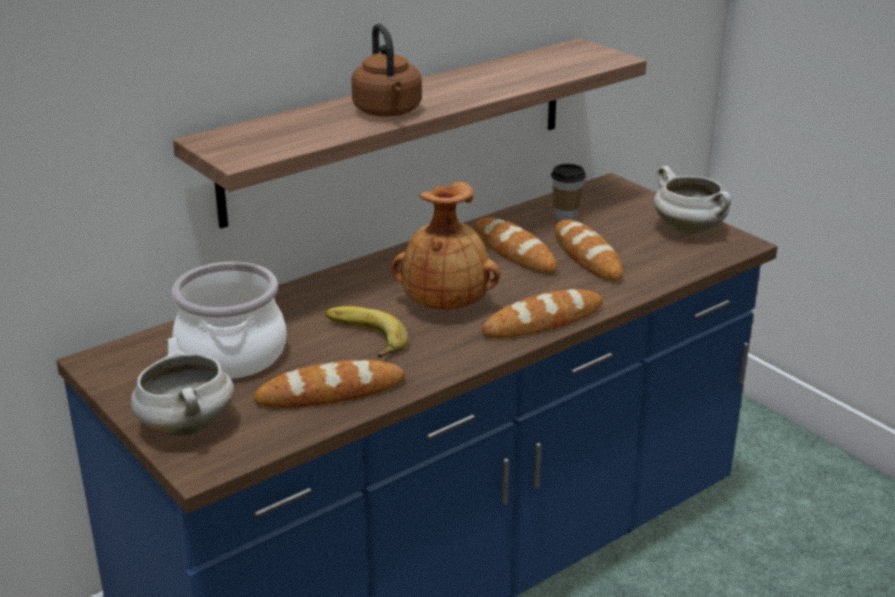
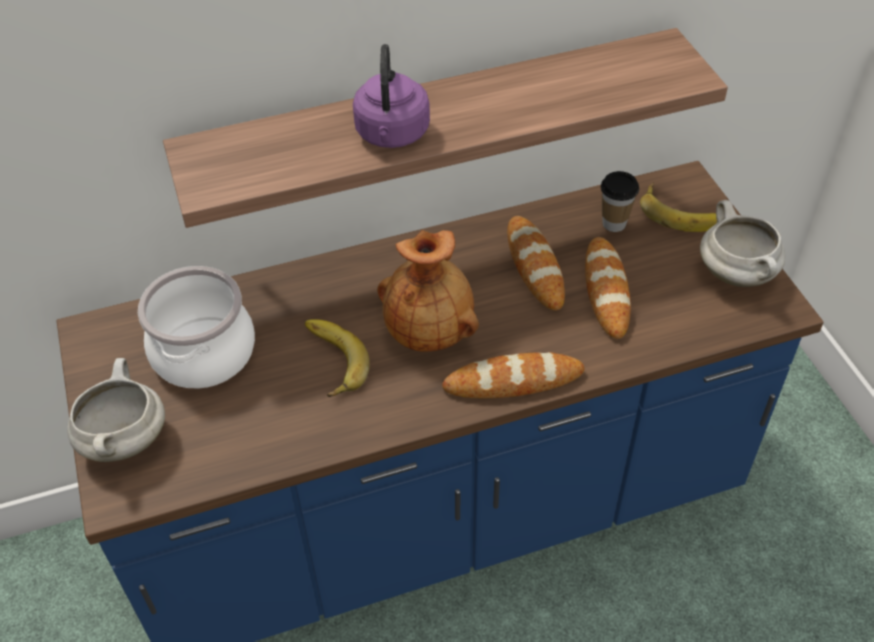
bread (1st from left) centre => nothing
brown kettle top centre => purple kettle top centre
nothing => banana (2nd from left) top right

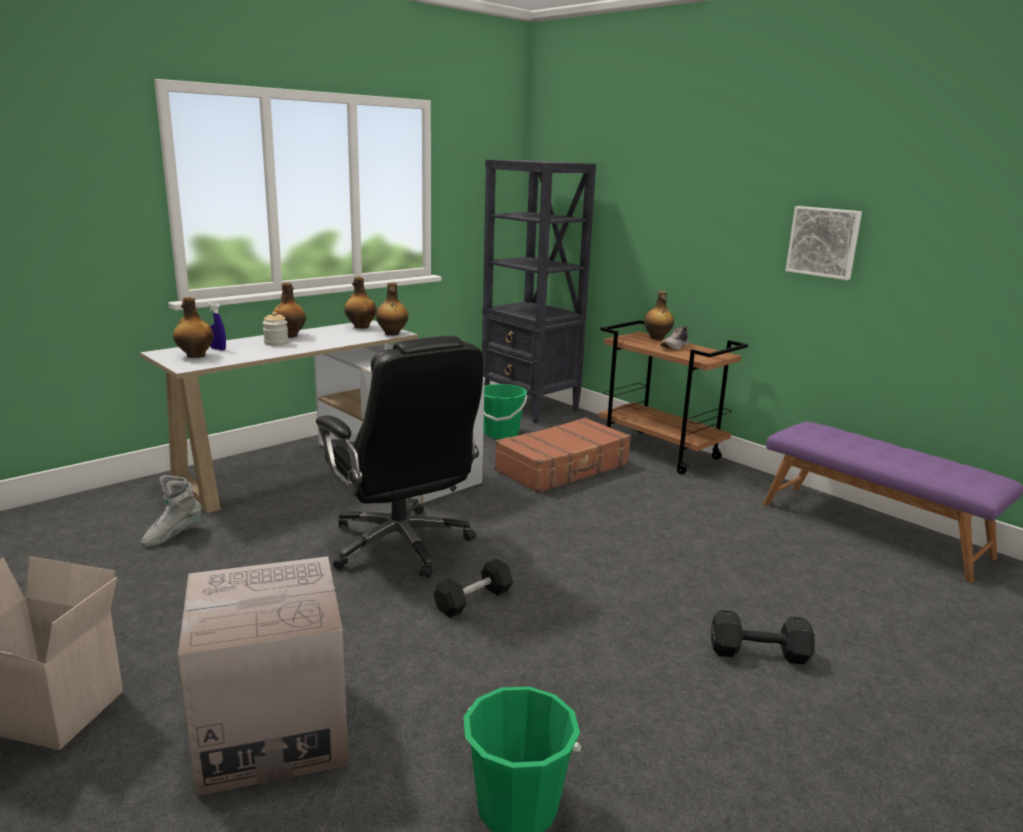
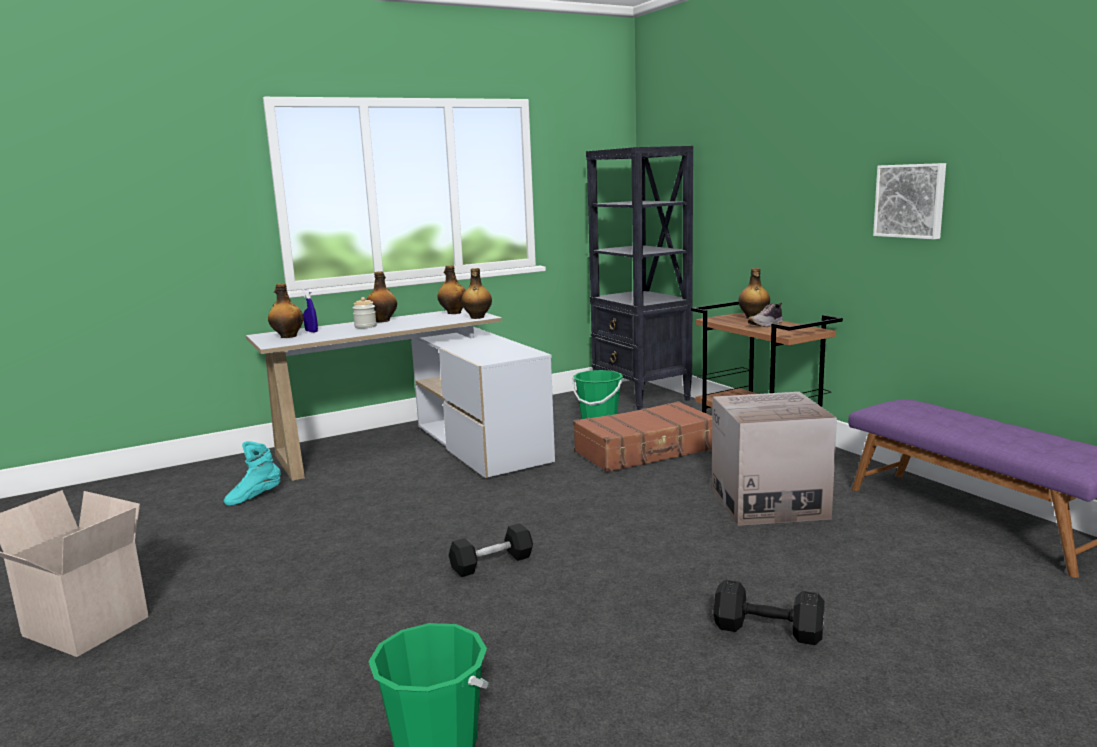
grey boot middle left => turquoise boot middle left
cardboard box (2nd from left) bottom left => cardboard box (2nd from left) middle right, moved
black office chair centre => nothing

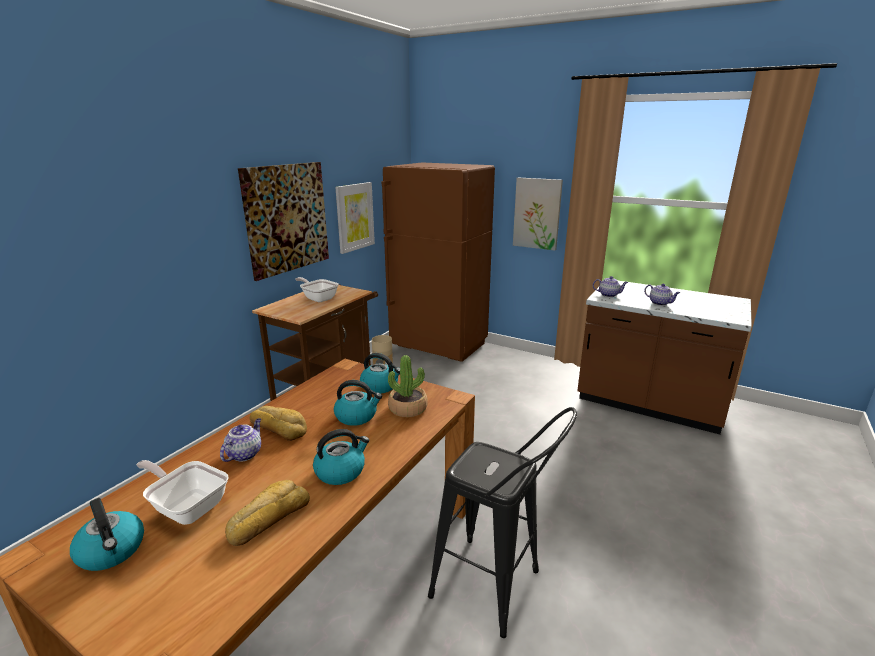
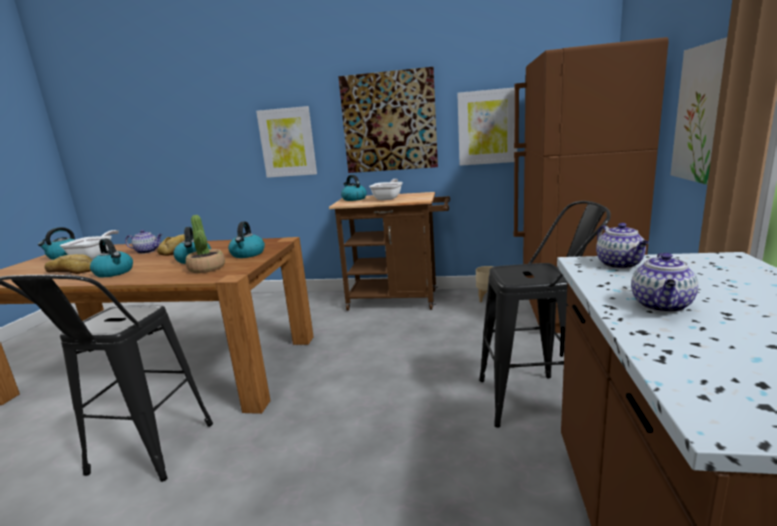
nothing => picture (1st from left) top centre
nothing => kettle (5th from left) centre
nothing => black stool (2nd from left) middle right

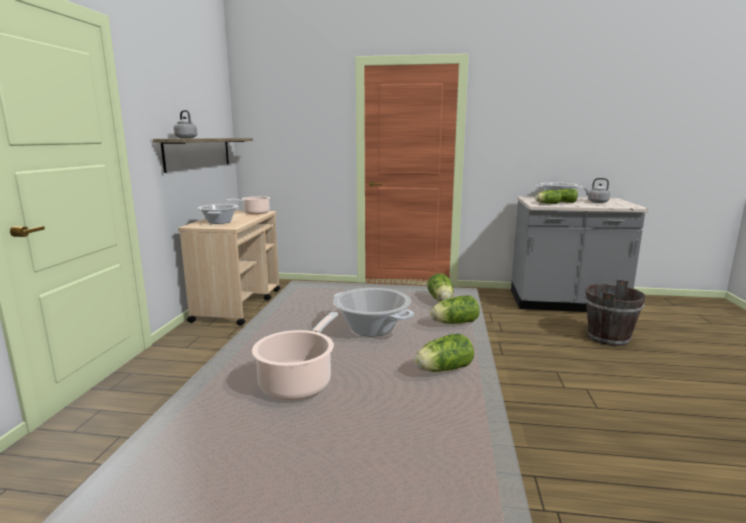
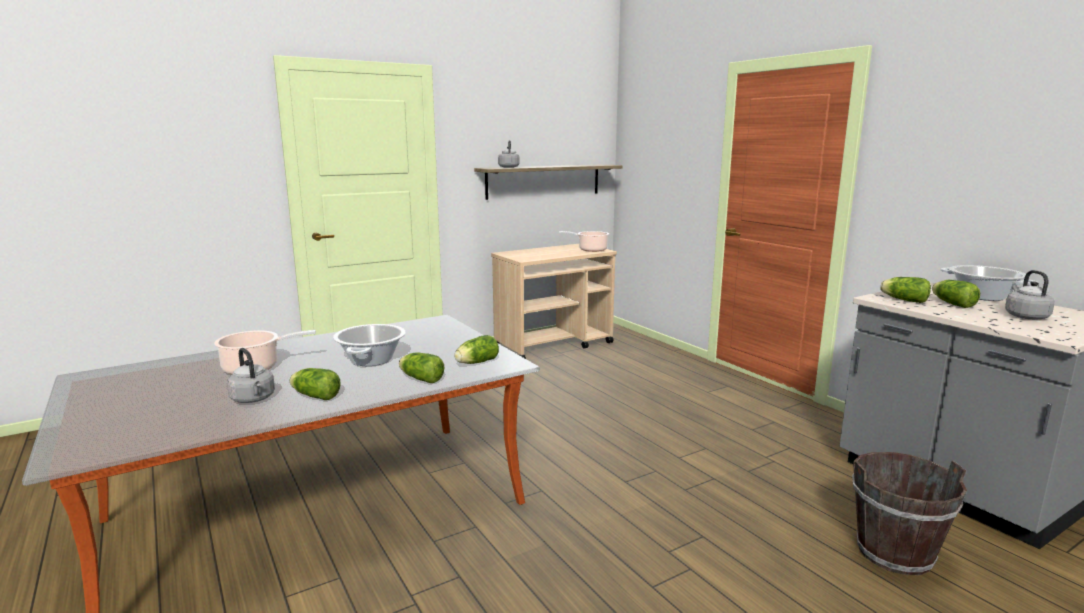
cooking pot (1st from left) middle left => nothing
nothing => grey kettle (1st from left) middle left

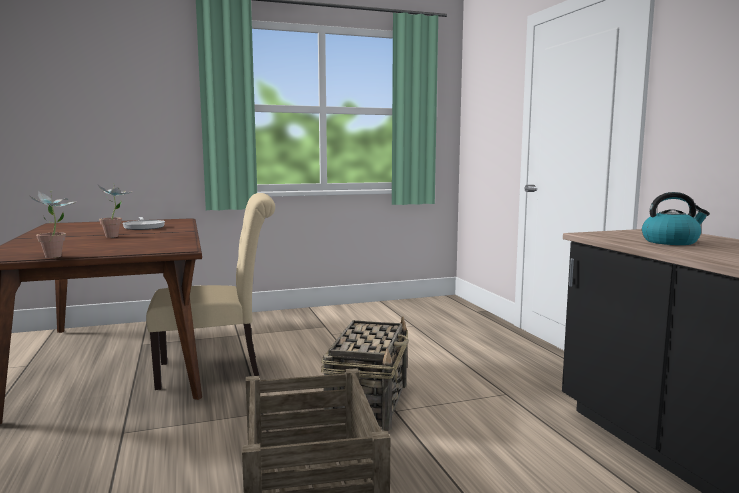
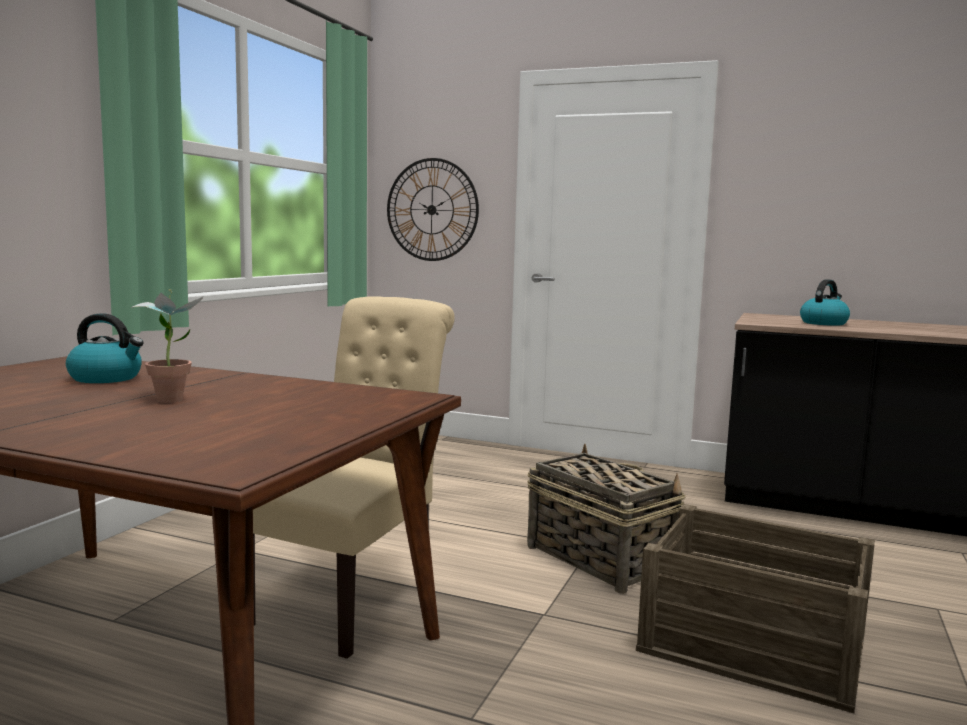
potted plant (1st from left) middle left => nothing
frying pan middle left => kettle (1st from left) middle left
nothing => wall clock top centre

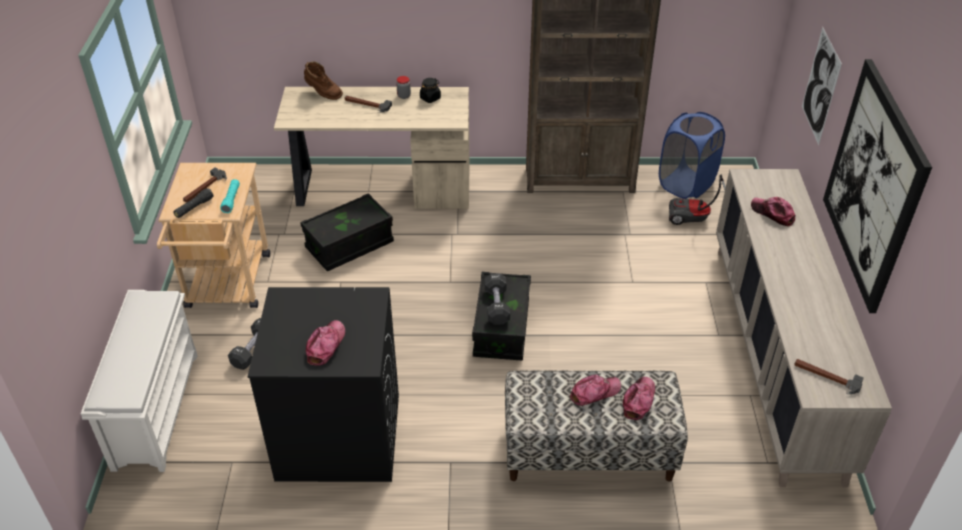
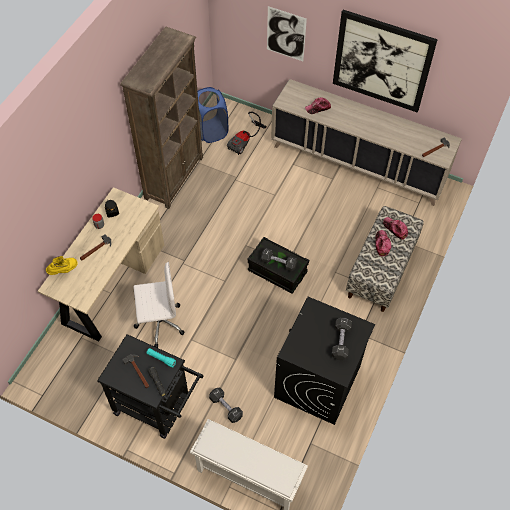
beige cart middle left => black cart bottom left
black storage box (1st from left) centre => white office chair middle left
brown boot top centre => yellow boot middle left
cap (1st from left) centre => black dumbbell (3rd from left) middle right

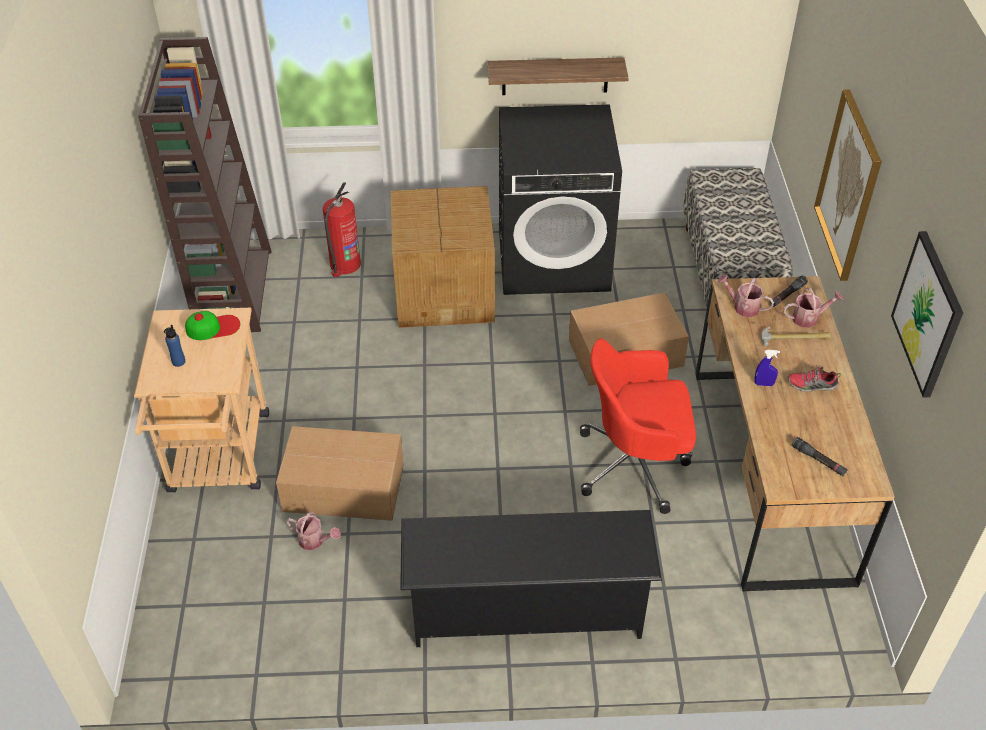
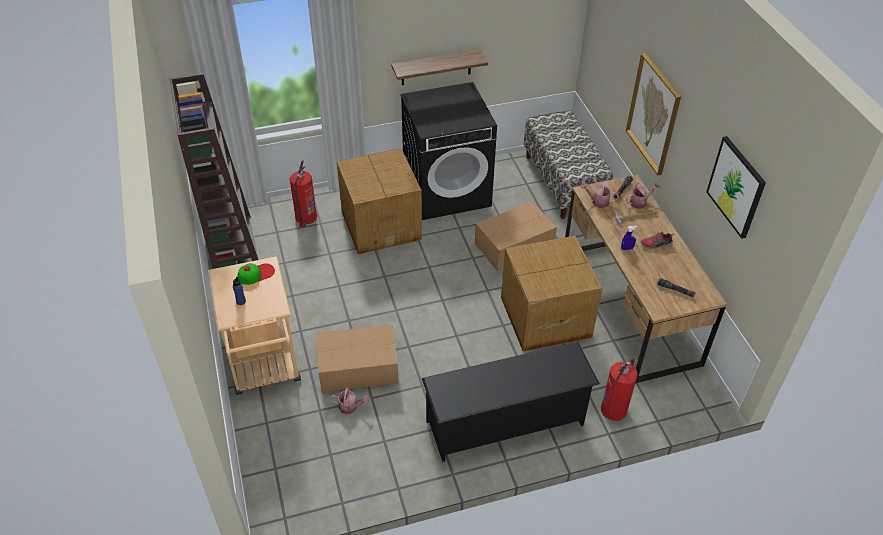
red office chair centre => cardboard box (4th from left) centre
nothing => fire extinguisher (2nd from left) bottom right

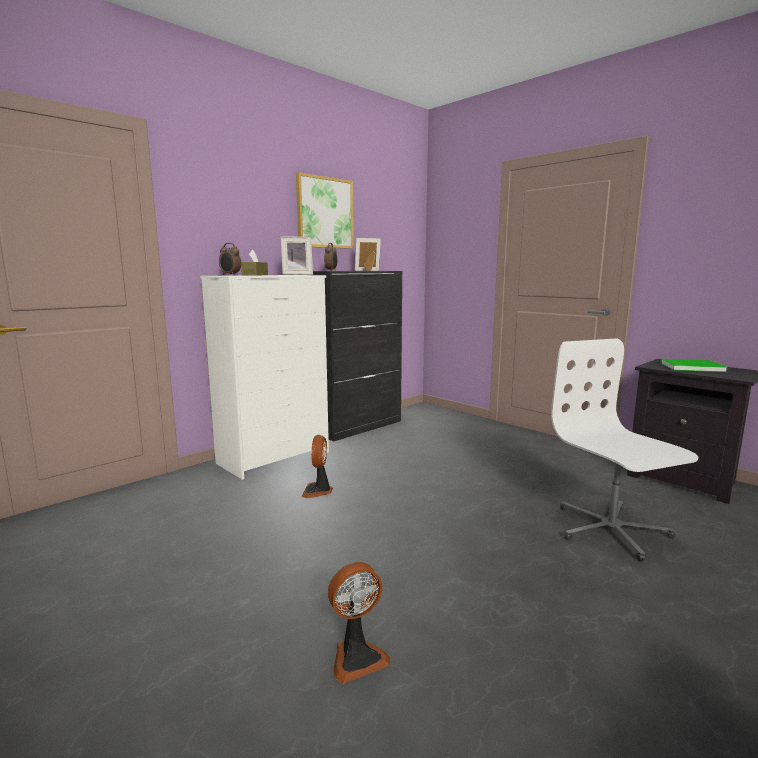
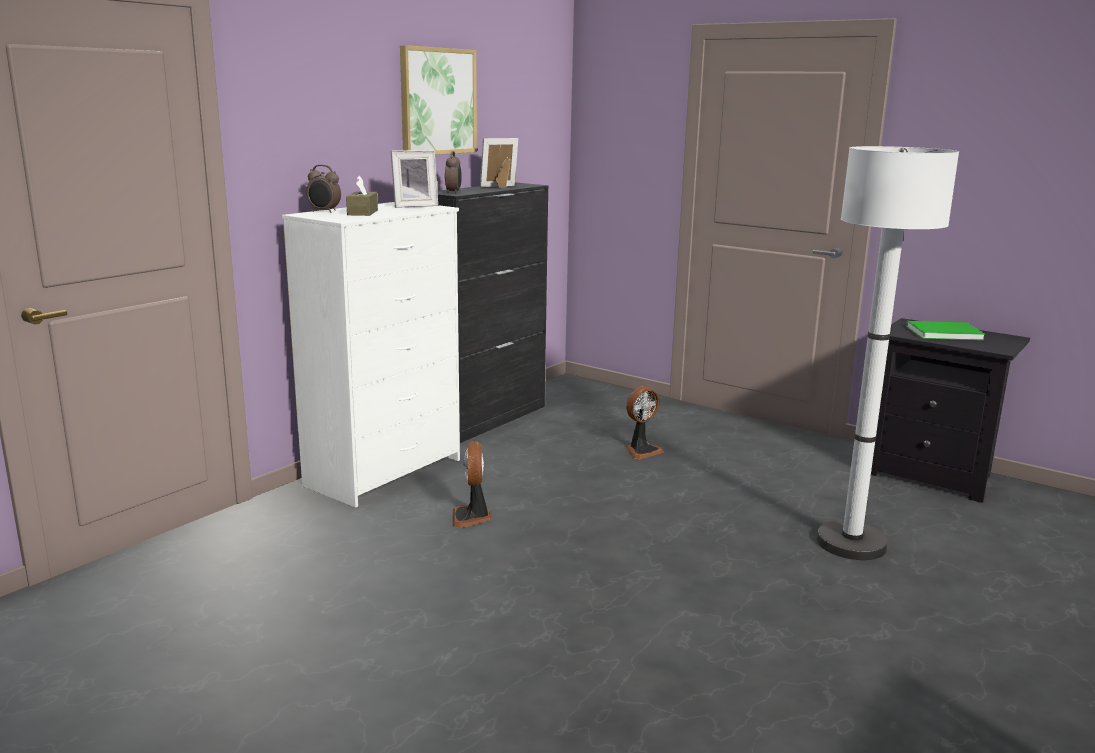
fan (2nd from left) bottom centre => fan (2nd from left) centre, moved
white office chair middle right => white floor lamp middle right

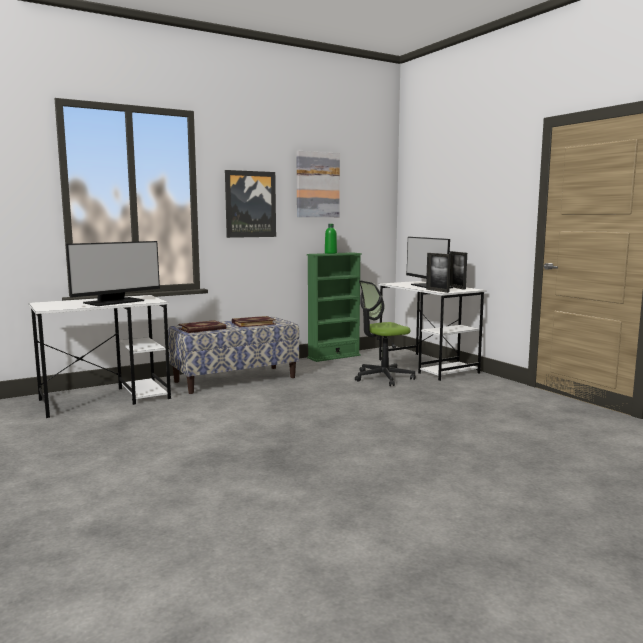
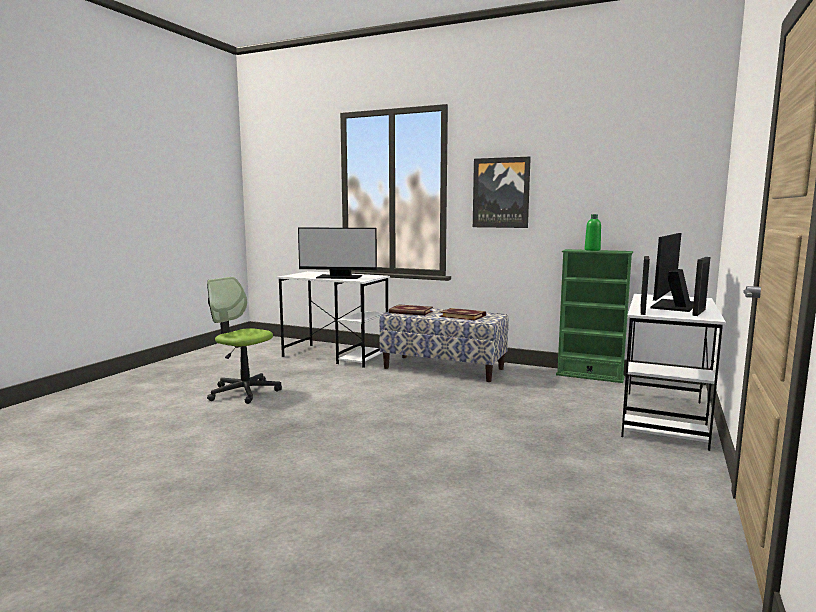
picture (2nd from left) top centre => nothing
office chair centre => office chair middle left, moved

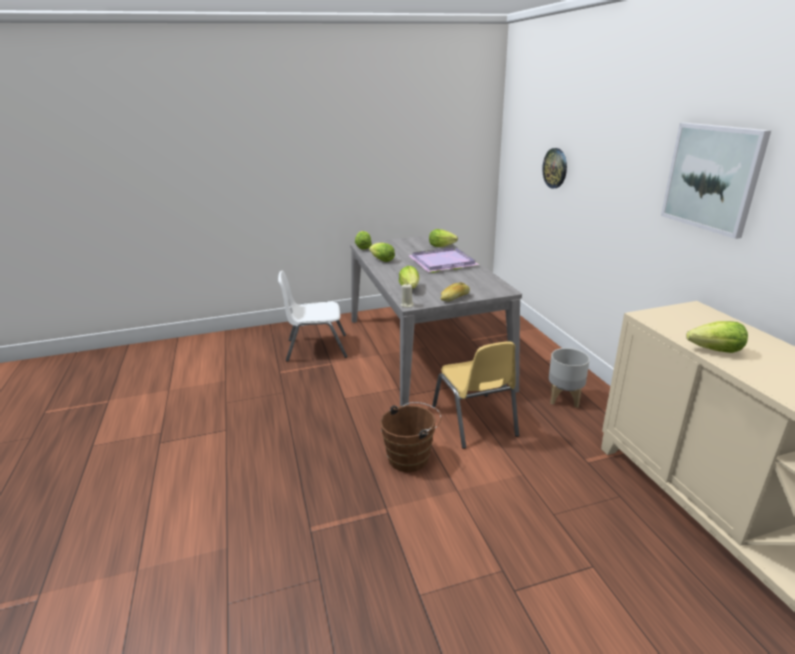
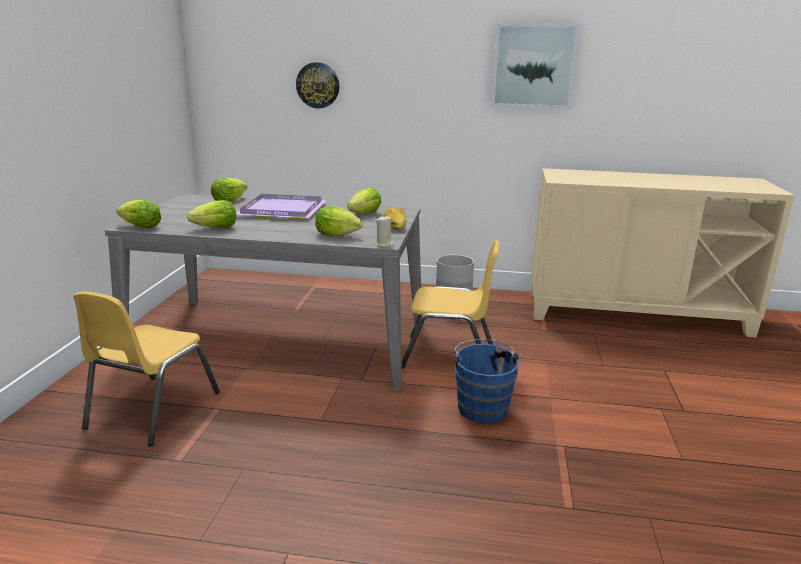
white chair centre => yellow chair (1st from left) middle left
brown bucket bottom centre => blue bucket bottom centre
lettuce (5th from left) middle right => lettuce (5th from left) centre, moved

